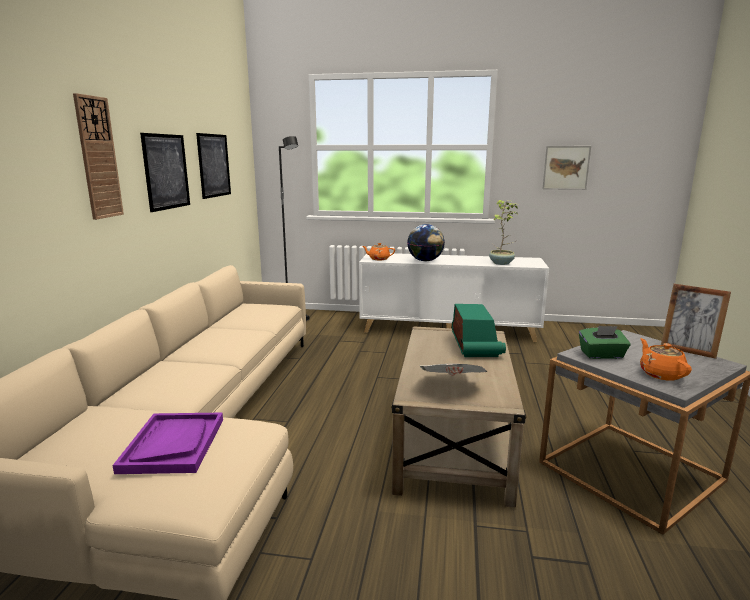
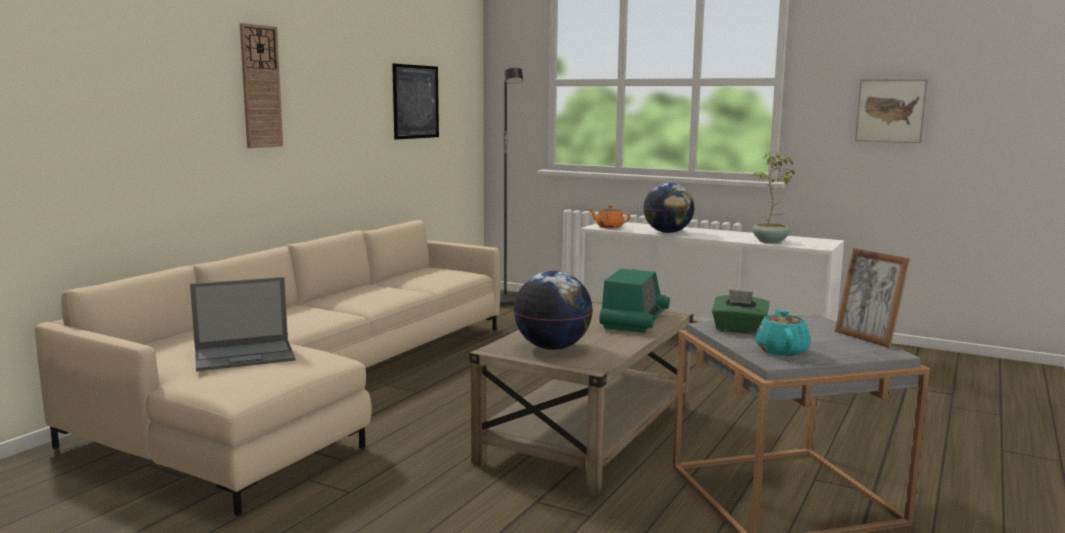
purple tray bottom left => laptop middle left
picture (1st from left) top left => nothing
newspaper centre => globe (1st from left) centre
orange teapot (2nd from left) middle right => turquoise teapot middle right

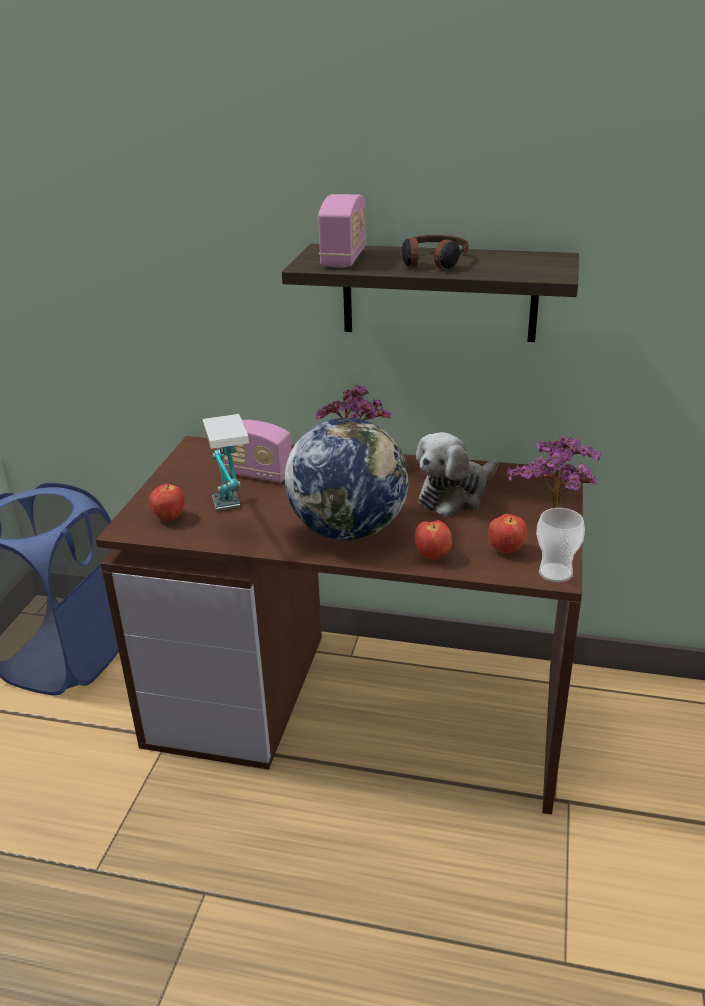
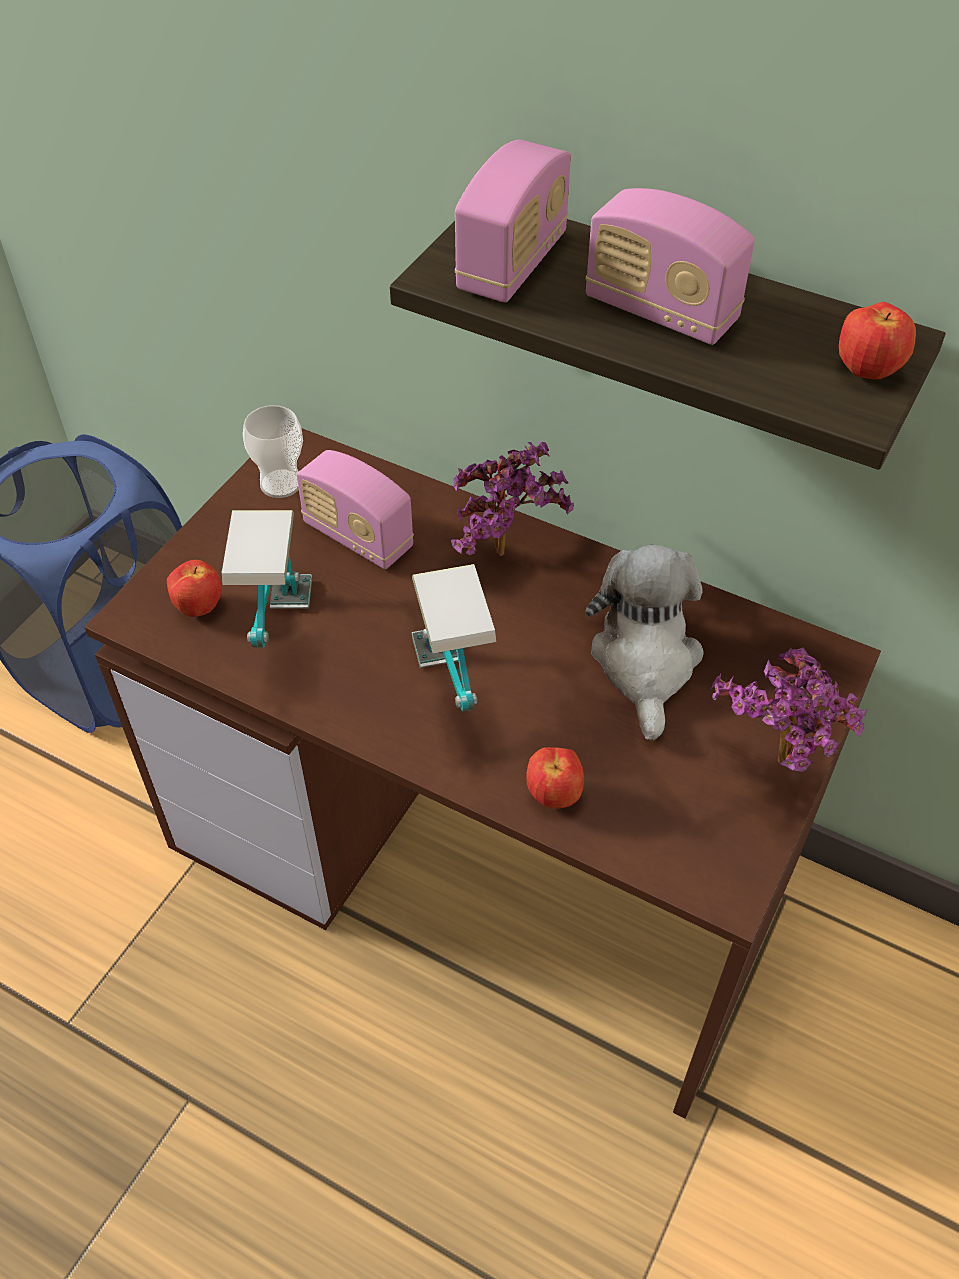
globe centre => table lamp (2nd from left) centre
headphones top centre => radio (3rd from left) top right
plush toy centre => plush toy middle right, 120 degrees clockwise
apple (3rd from left) middle right => apple (3rd from left) top right, moved
cup middle right => cup middle left, moved

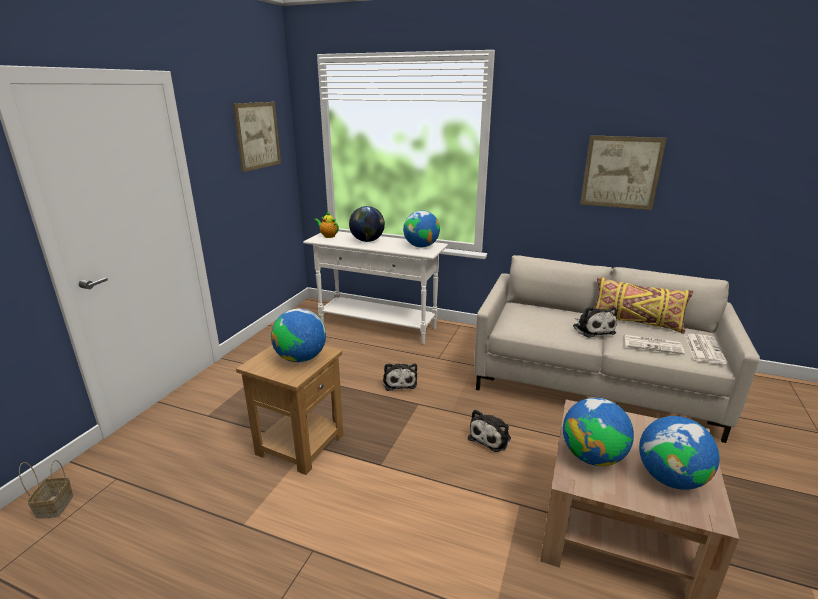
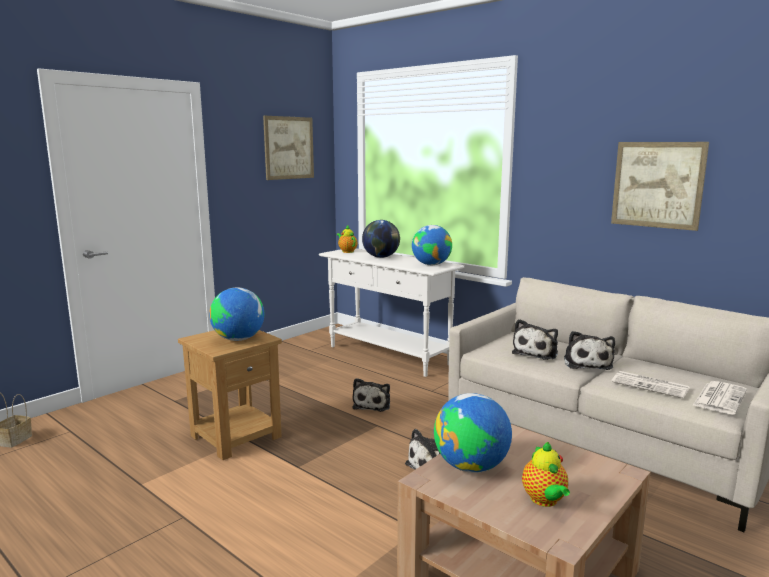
yellow pillow middle right => nothing
globe (5th from left) bottom right => teapot (2nd from left) bottom right
nothing => plush toy (3rd from left) middle right

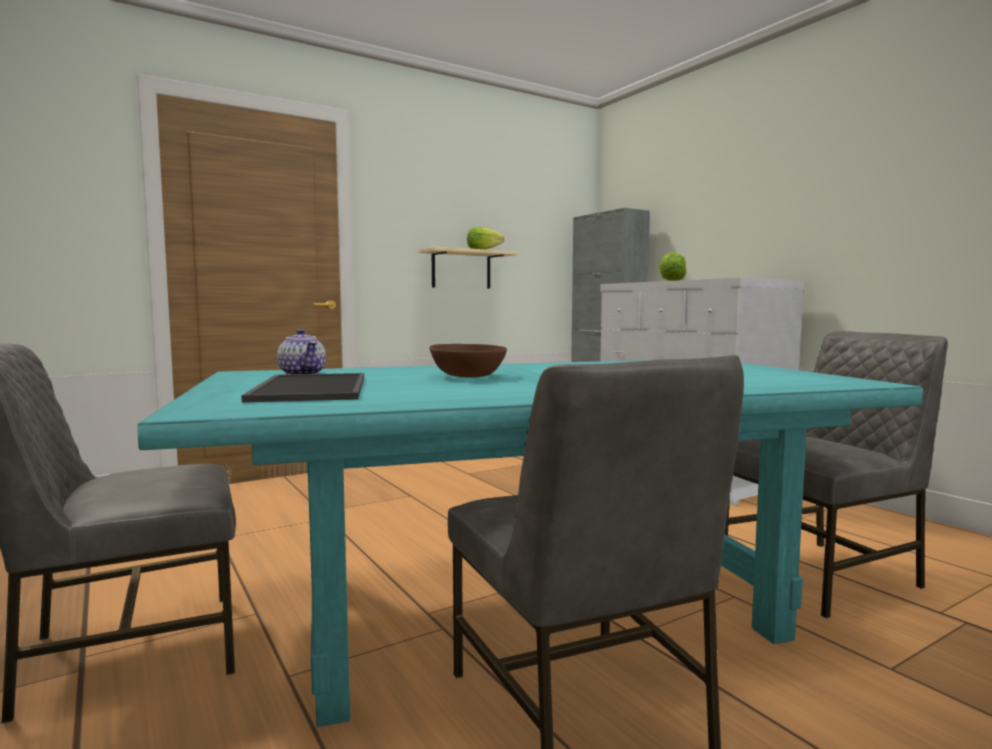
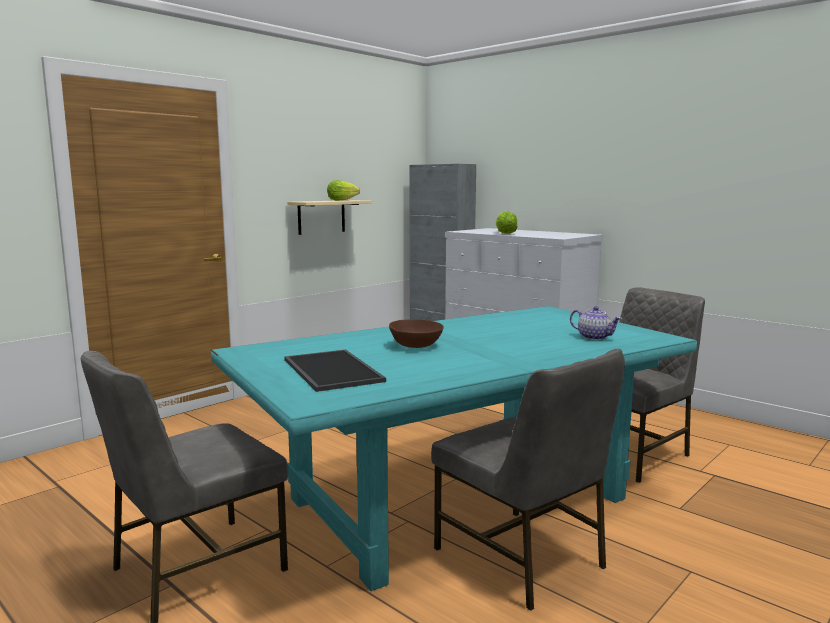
teapot middle left => teapot middle right, moved

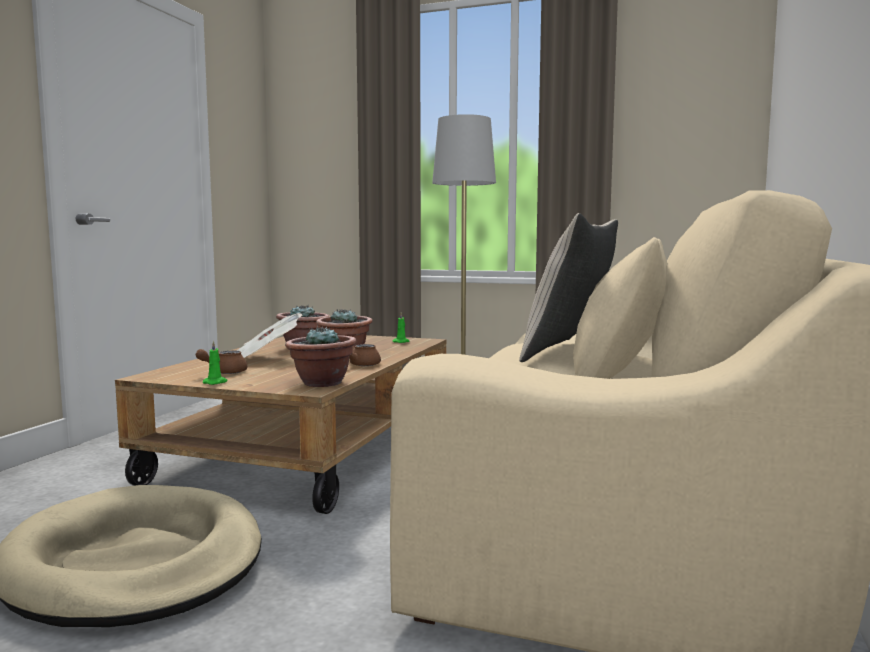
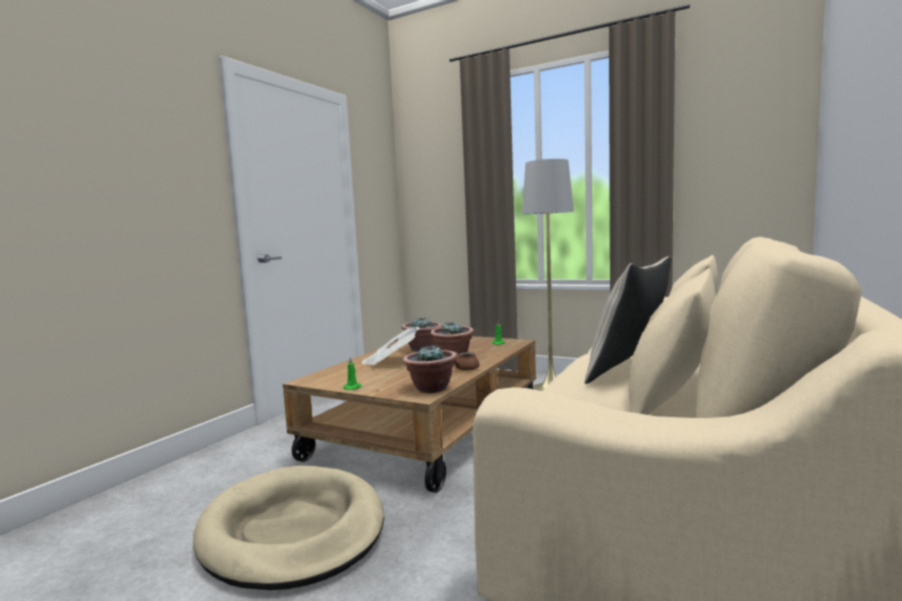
brown teapot (1st from left) middle left => nothing

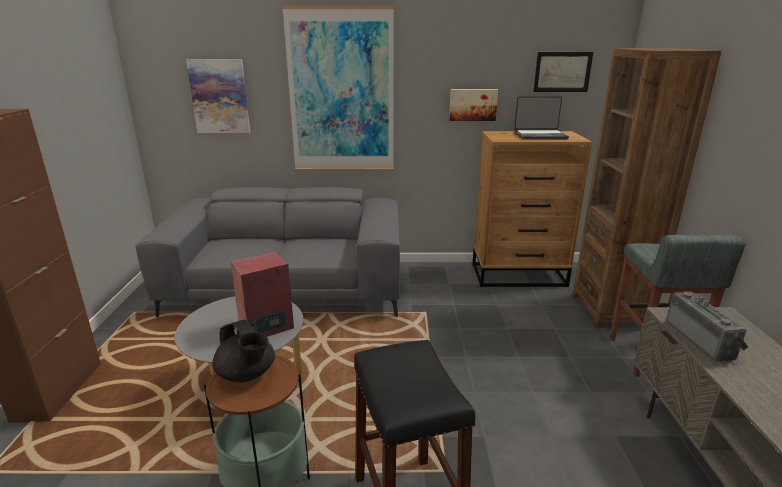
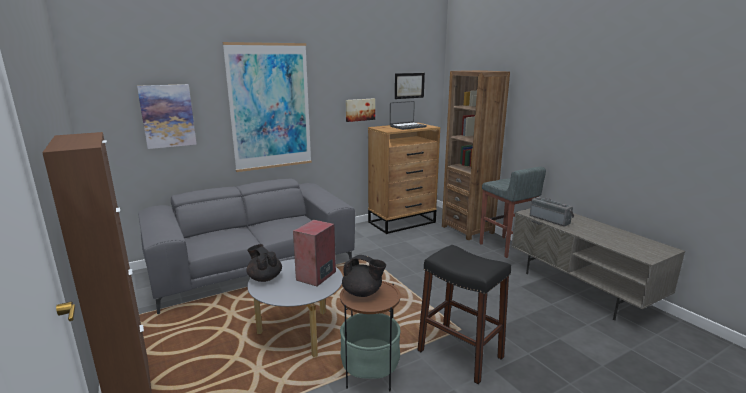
nothing => black teapot (1st from left) bottom centre

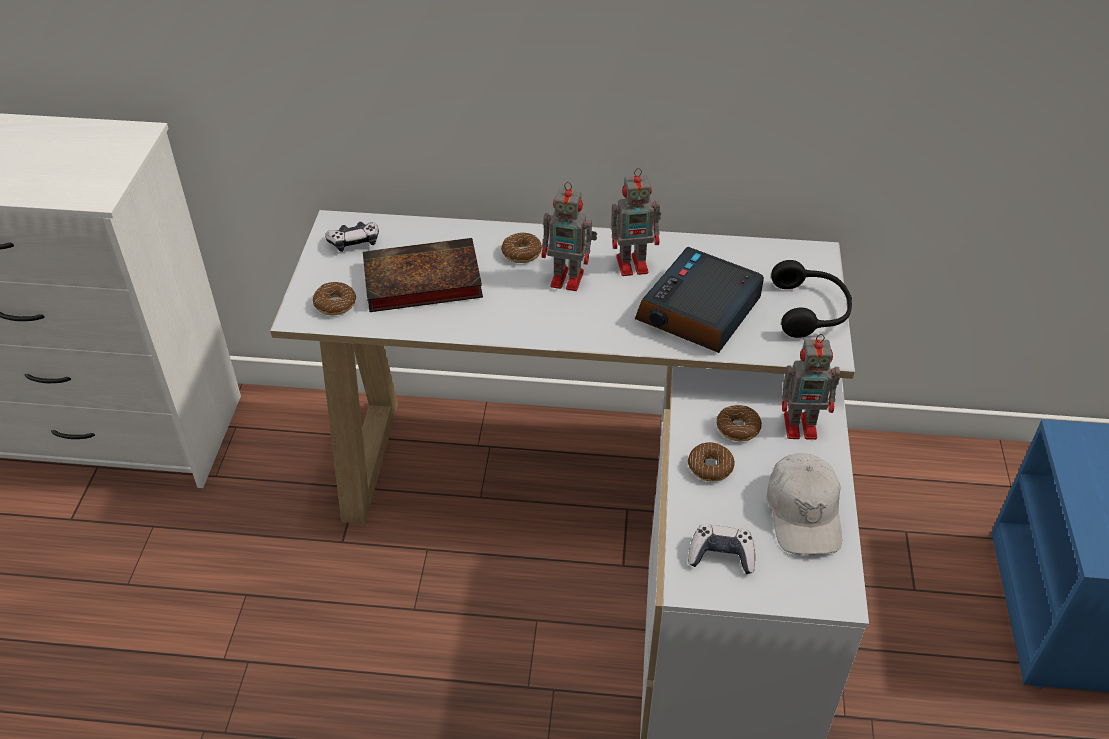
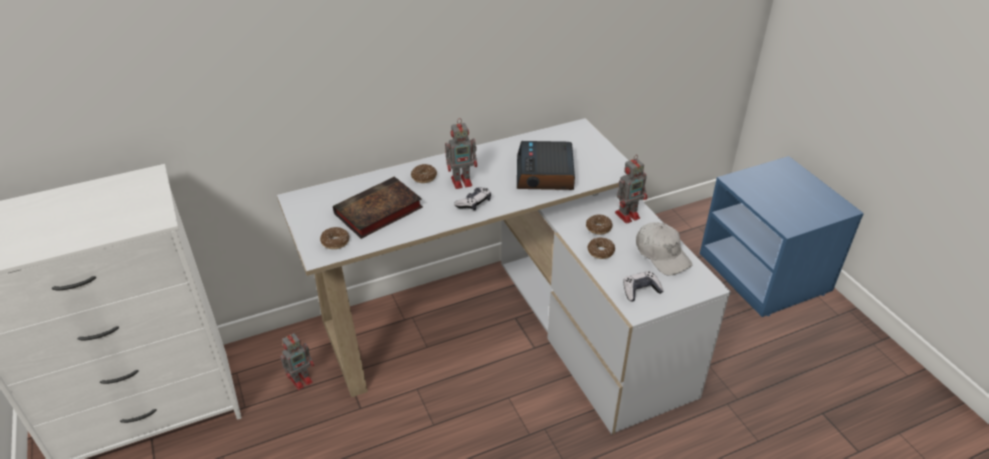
game controller (1st from left) top left => game controller (1st from left) centre, moved
toy robot (2nd from left in the first image) top centre => toy robot (1st from left) bottom left, moved
black headphones middle right => nothing

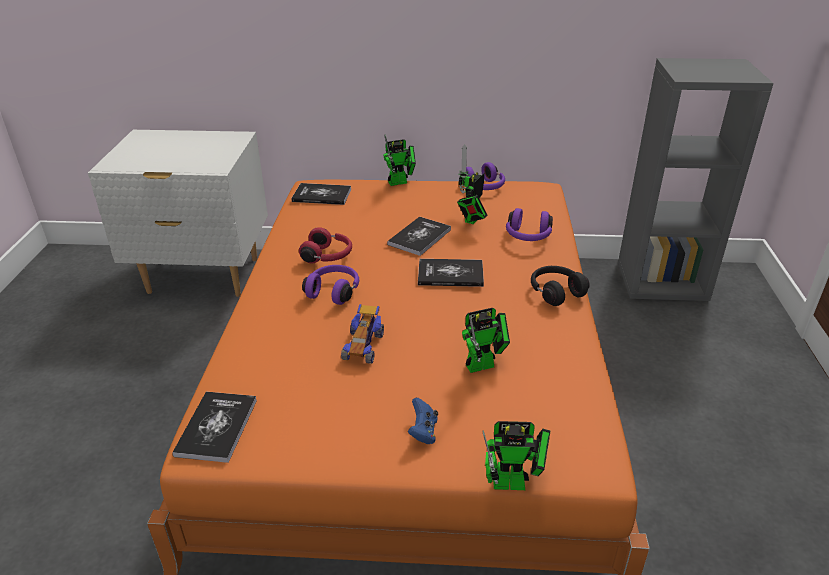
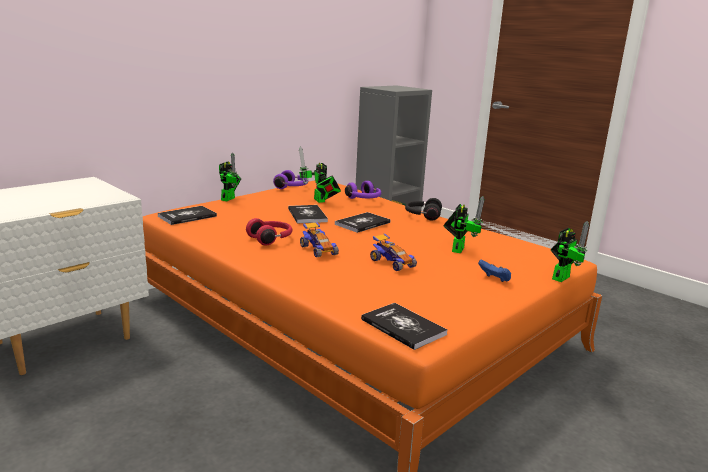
purple headphones (1st from left) centre => toy car (1st from left) centre

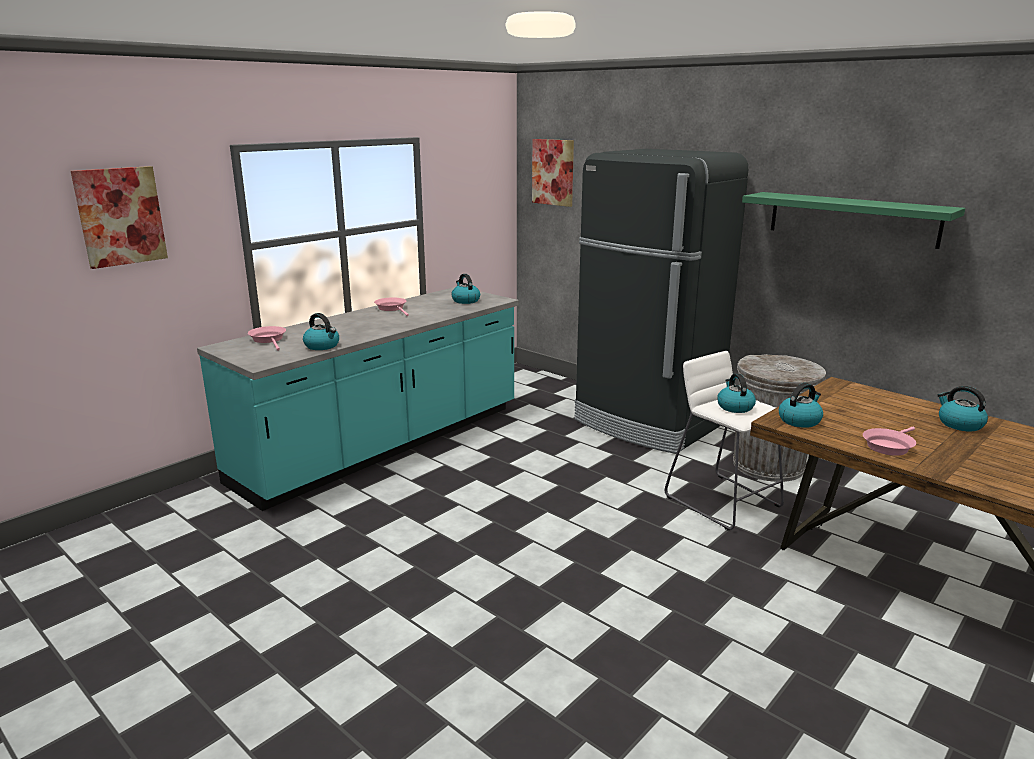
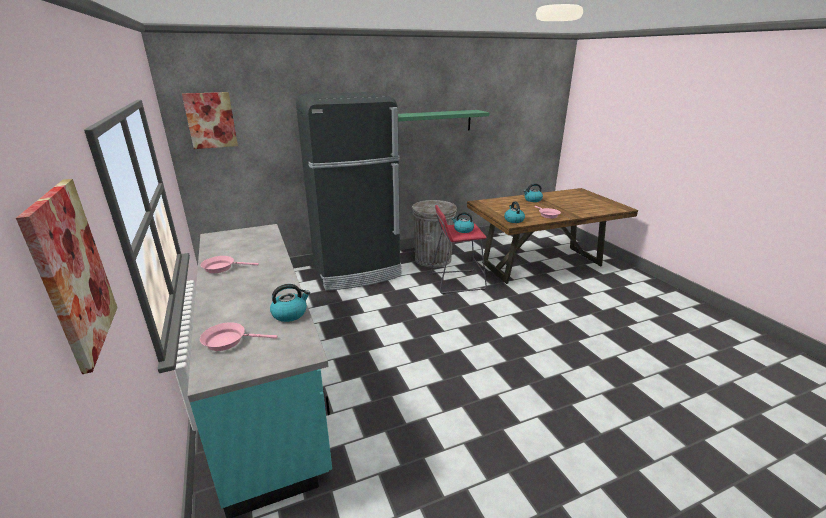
kettle (2nd from left) centre => nothing
white stool middle right => red stool centre

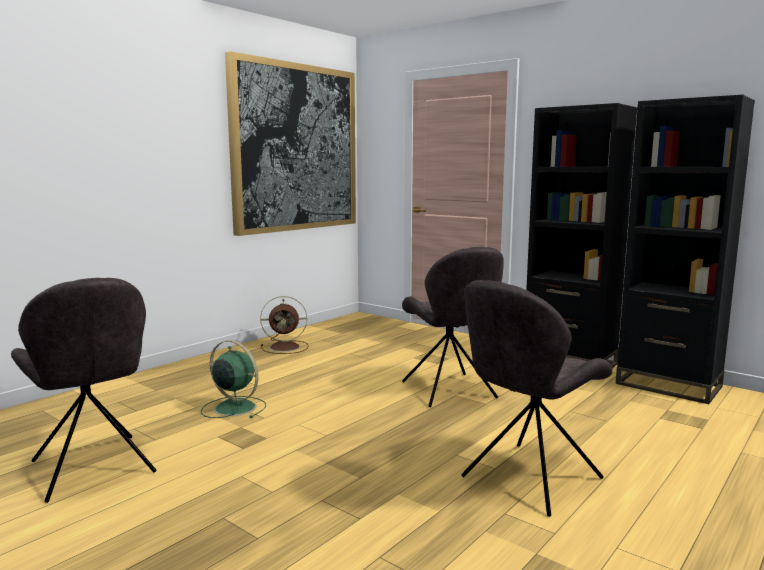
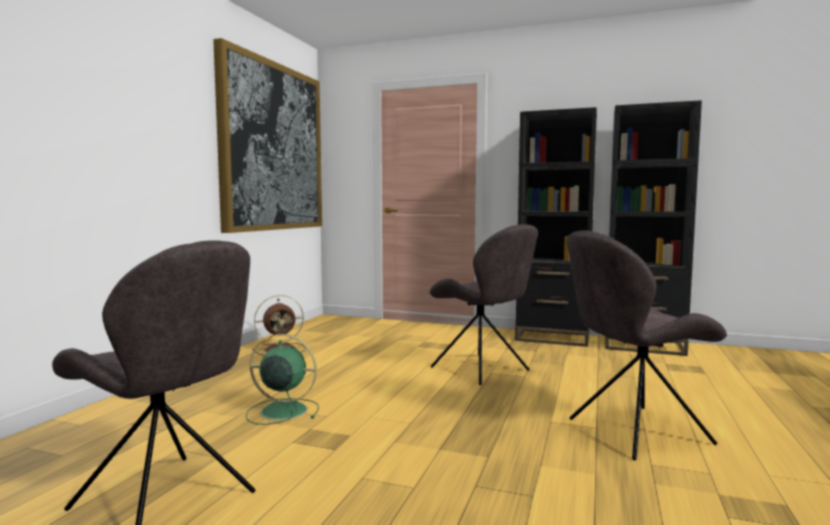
grey chair (3rd from left) bottom right => grey chair (3rd from left) middle right, 45 degrees clockwise

